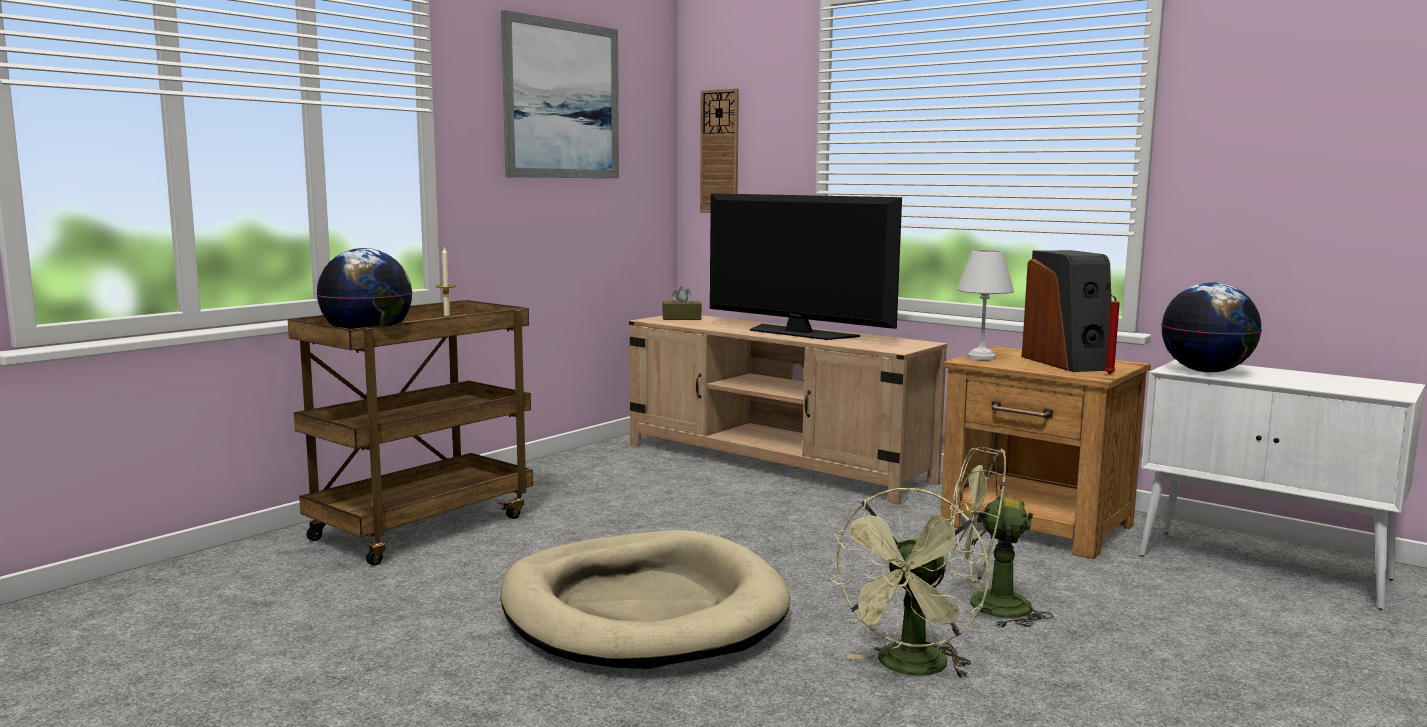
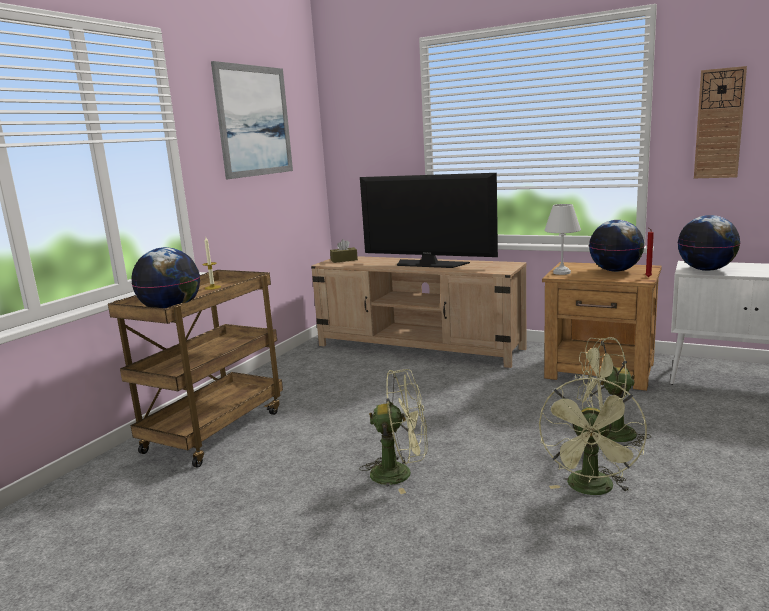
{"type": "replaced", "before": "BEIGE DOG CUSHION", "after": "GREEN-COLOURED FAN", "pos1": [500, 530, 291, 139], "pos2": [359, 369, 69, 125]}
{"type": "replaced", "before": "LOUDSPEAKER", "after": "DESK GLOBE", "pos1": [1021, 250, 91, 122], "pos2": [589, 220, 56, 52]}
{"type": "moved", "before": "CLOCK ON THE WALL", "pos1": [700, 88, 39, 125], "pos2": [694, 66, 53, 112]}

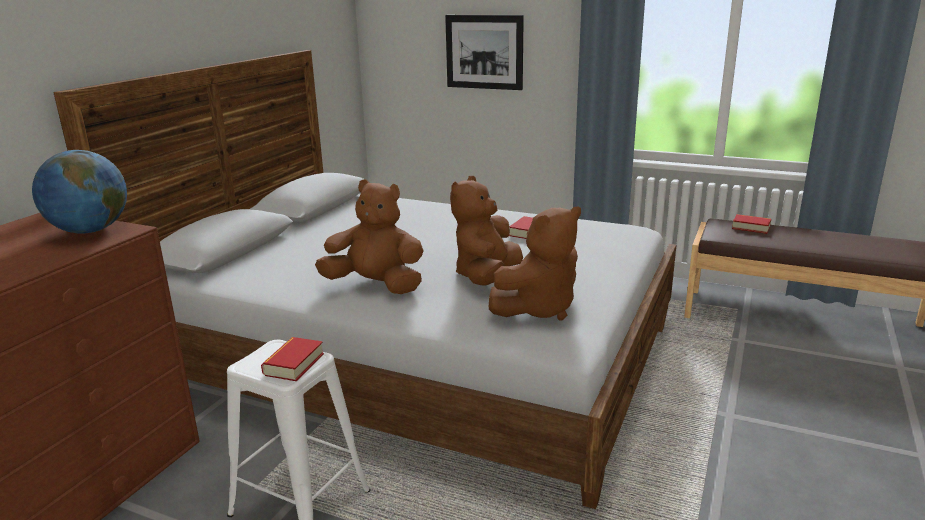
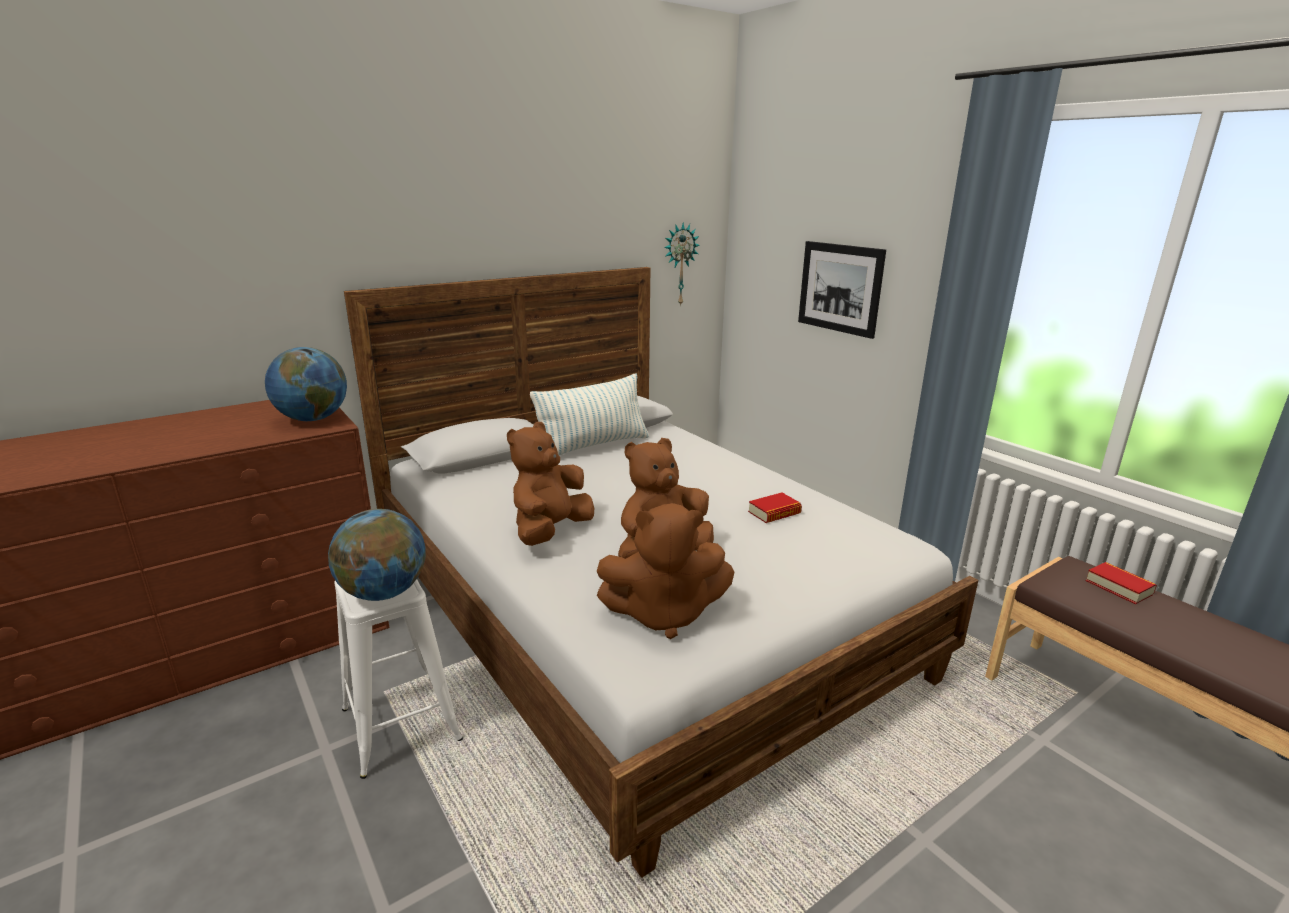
{"type": "replaced", "before": "BOUND BOOK", "after": "DESK GLOBE", "pos1": [261, 337, 63, 44], "pos2": [328, 509, 98, 92]}
{"type": "turned", "before": "BROWNISH PLUSH TOY", "pos1": [315, 179, 109, 115], "pos2": [507, 422, 87, 124], "turn": -105}
{"type": "added", "after": "THROW PILLOW", "pos2": [530, 373, 119, 82]}
{"type": "added", "after": "CLOCK ON THE WALL", "pos2": [664, 223, 36, 84]}

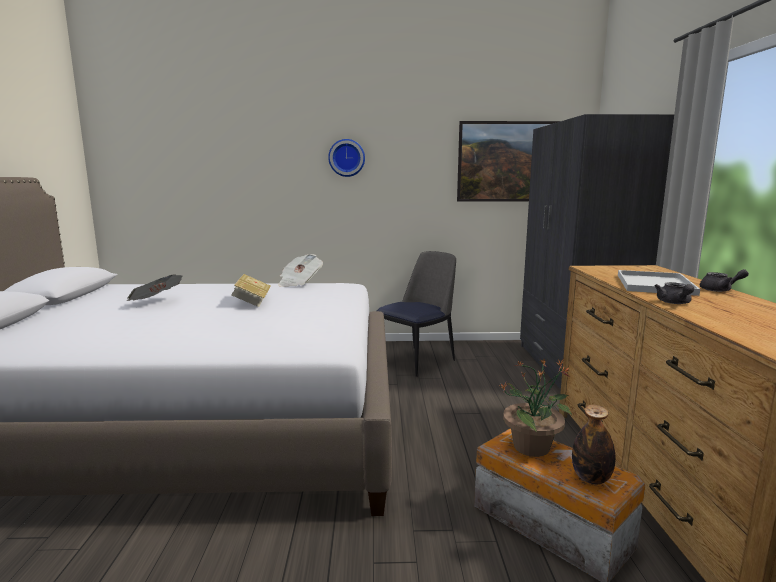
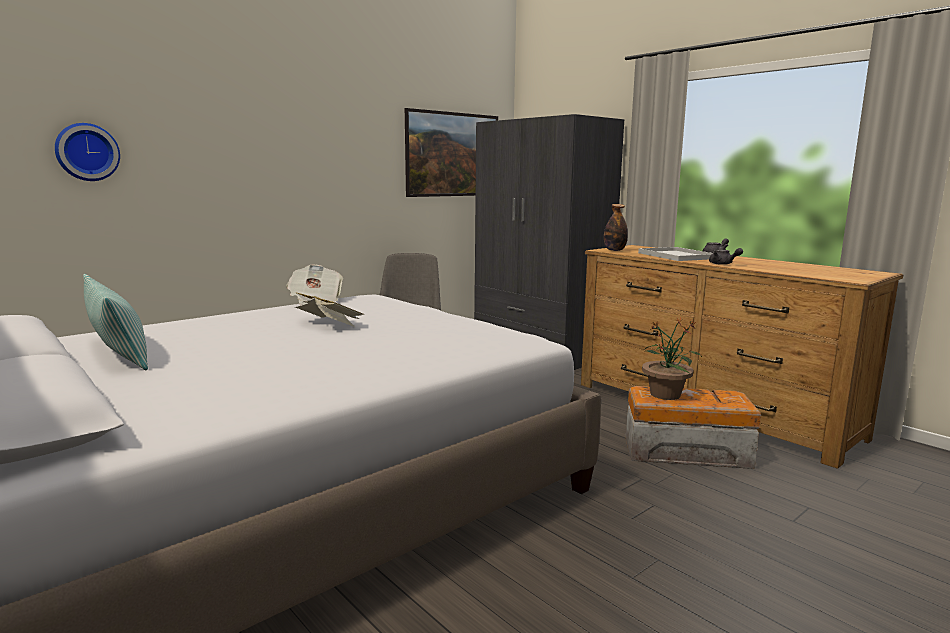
{"type": "moved", "before": "CLOCK ON THE WALL", "pos1": [328, 139, 37, 38], "pos2": [55, 123, 65, 58]}
{"type": "added", "after": "THROW PILLOW", "pos2": [83, 274, 65, 96]}
{"type": "moved", "before": "DRINK BOTTLE", "pos1": [572, 405, 44, 79], "pos2": [604, 204, 24, 47]}
{"type": "removed", "before": "DAILY PAPER", "pos1": [126, 274, 57, 27]}

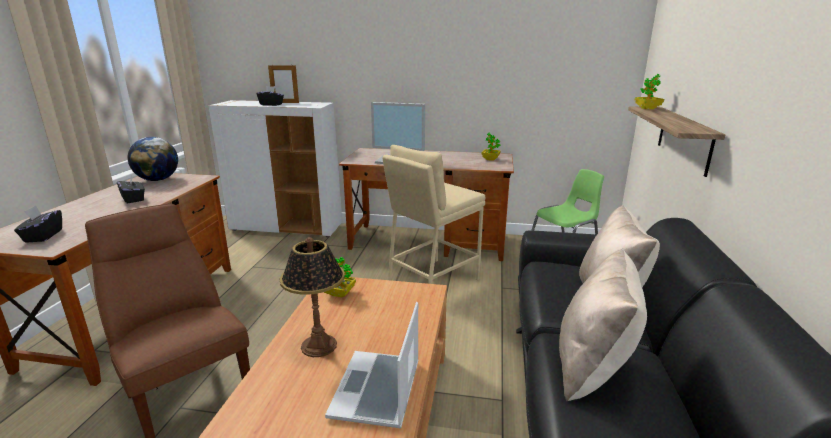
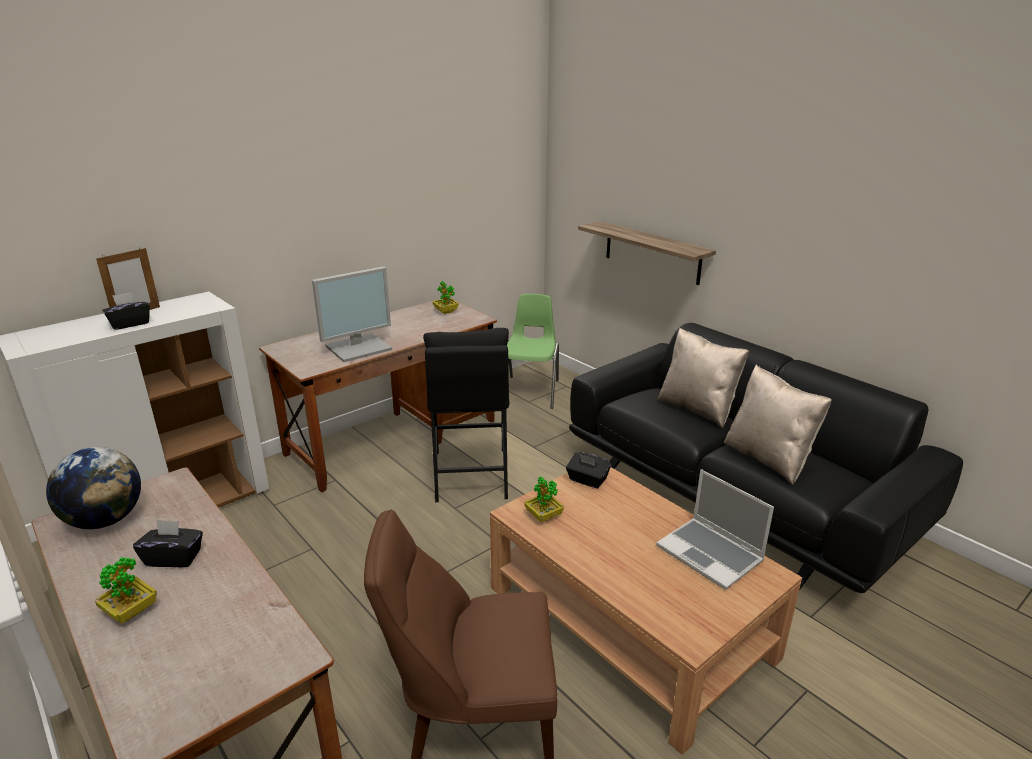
{"type": "moved", "before": "POTTED PLANT", "pos1": [635, 74, 29, 35], "pos2": [95, 557, 62, 67]}
{"type": "recoloured", "before": "BEIGE SITTING STOOL", "after": "BLACK SITTING STOOL", "pos1": [383, 145, 102, 139], "pos2": [423, 328, 87, 174]}
{"type": "moved", "before": "BLACK BOX OF TISSUES", "pos1": [14, 205, 48, 38], "pos2": [566, 452, 45, 37]}
{"type": "removed", "before": "LAMP FOR A TABLE", "pos1": [280, 237, 65, 120]}

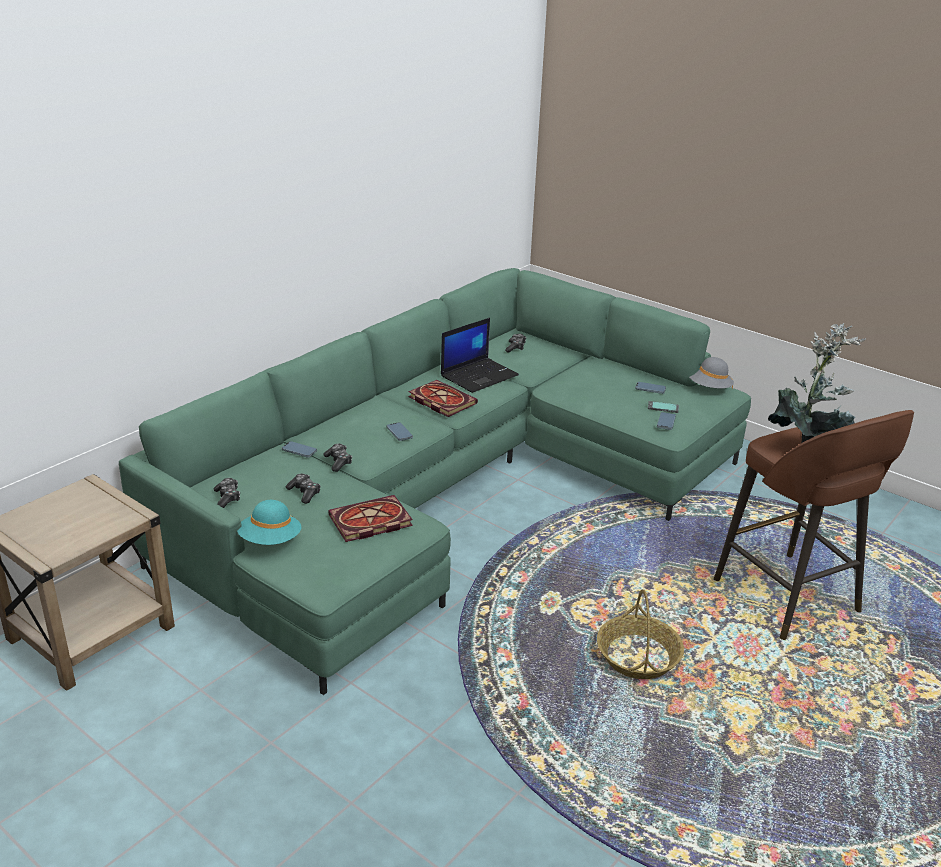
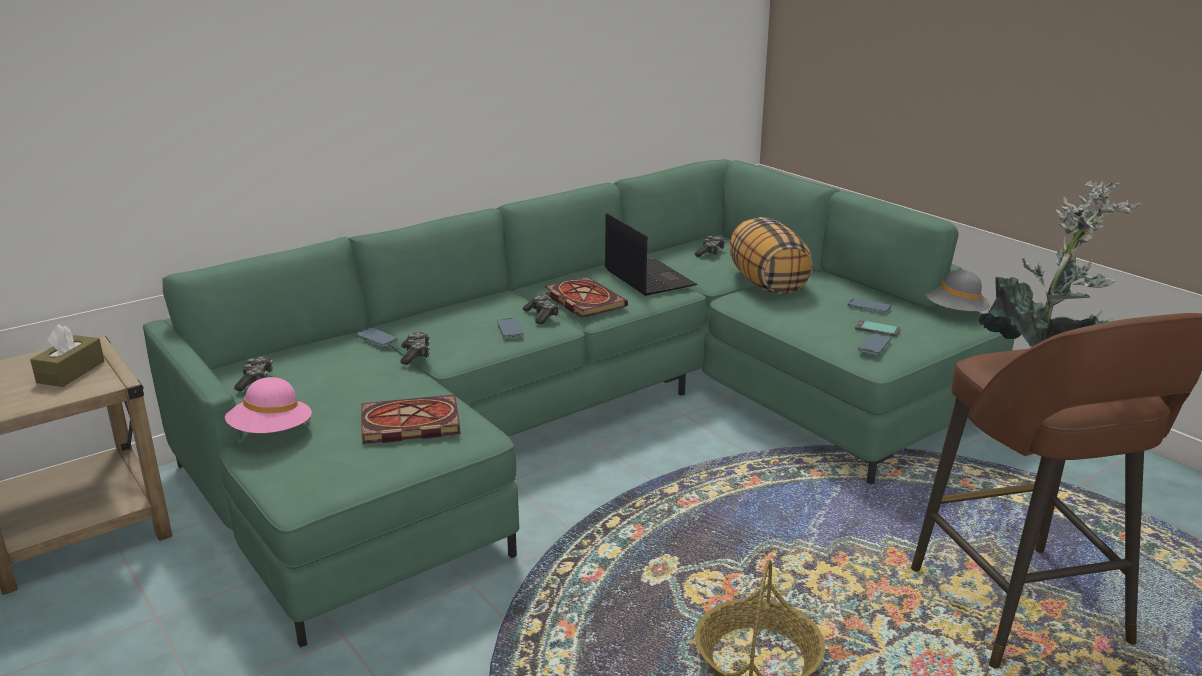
{"type": "added", "after": "BROWNISH BOX OF TISSUES", "pos2": [30, 324, 74, 63]}
{"type": "recoloured", "before": "TURQUOISE HAT", "after": "PINKISH HAT", "pos1": [237, 500, 64, 45], "pos2": [225, 377, 87, 56]}
{"type": "moved", "before": "JOYPAD", "pos1": [286, 474, 35, 30], "pos2": [523, 295, 36, 29]}
{"type": "turned", "before": "NOTEBOOK COMPUTER", "pos1": [441, 318, 78, 75], "pos2": [605, 212, 92, 84], "turn": -90}
{"type": "added", "after": "THROW PILLOW", "pos2": [729, 217, 84, 77]}

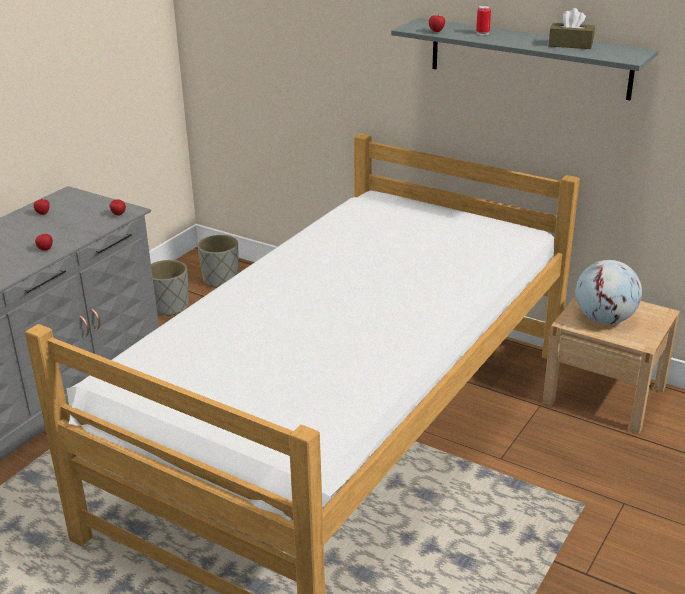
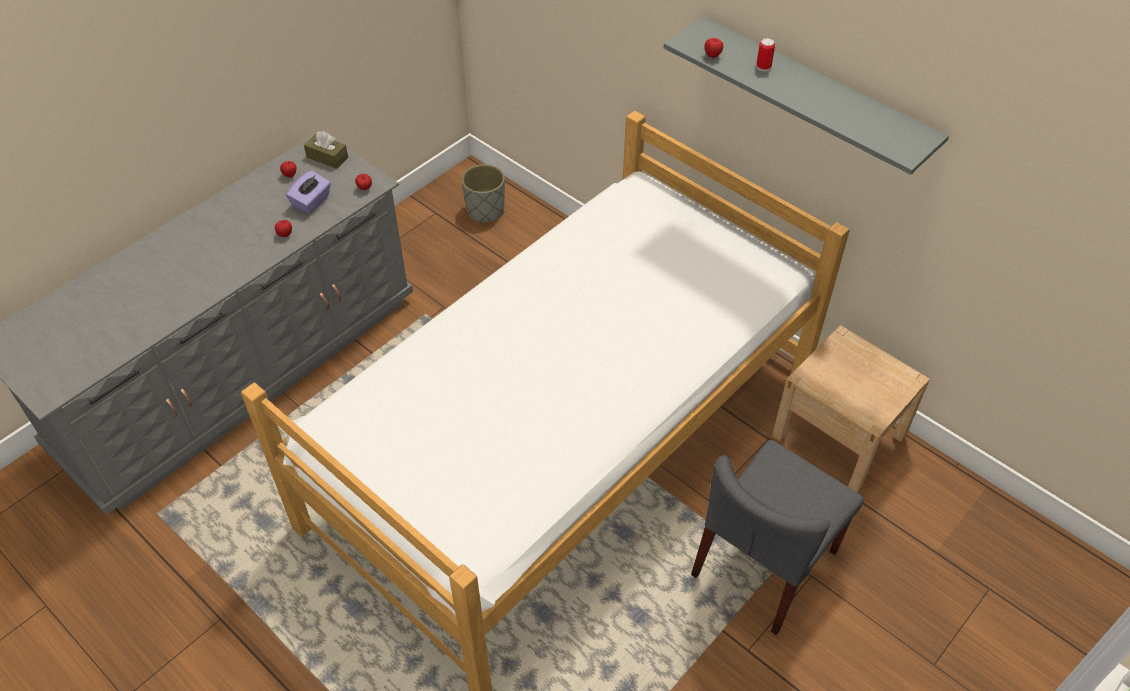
{"type": "added", "after": "PURPLE-COLOURED BOX OF TISSUES", "pos2": [286, 170, 45, 44]}
{"type": "moved", "before": "BROWNISH BOX OF TISSUES", "pos1": [549, 8, 46, 41], "pos2": [304, 131, 44, 38]}
{"type": "added", "after": "GRAY UPRIGHT CHAIR", "pos2": [691, 440, 173, 195]}
{"type": "removed", "before": "GRAY PLANTER", "pos1": [151, 260, 38, 57]}
{"type": "removed", "before": "DESK GLOBE", "pos1": [576, 260, 66, 64]}

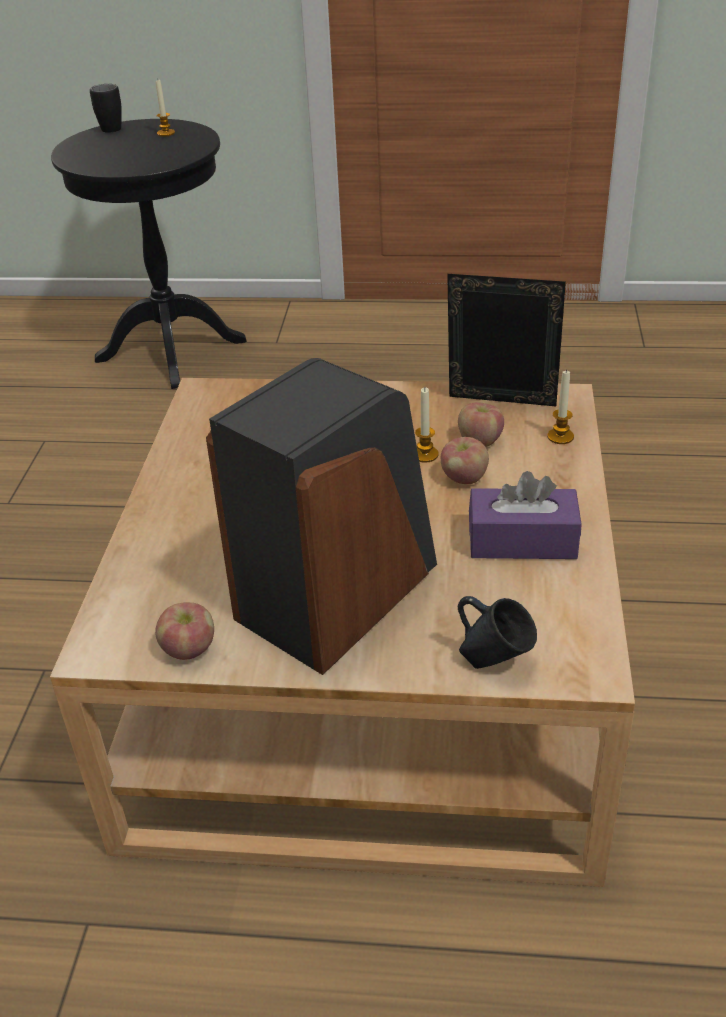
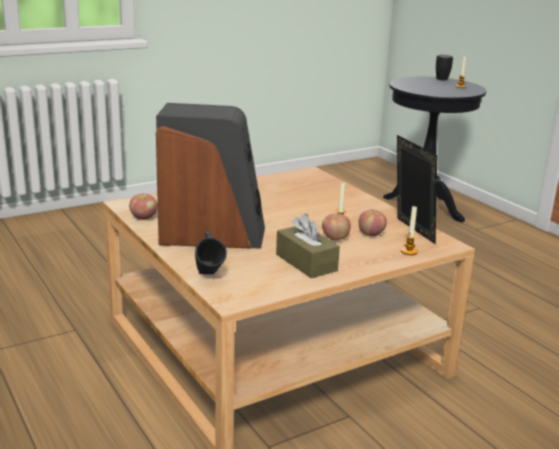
{"type": "recoloured", "before": "PURPLE-COLOURED BOX OF TISSUES", "after": "BROWNISH BOX OF TISSUES", "pos1": [469, 471, 113, 88], "pos2": [276, 214, 64, 64]}

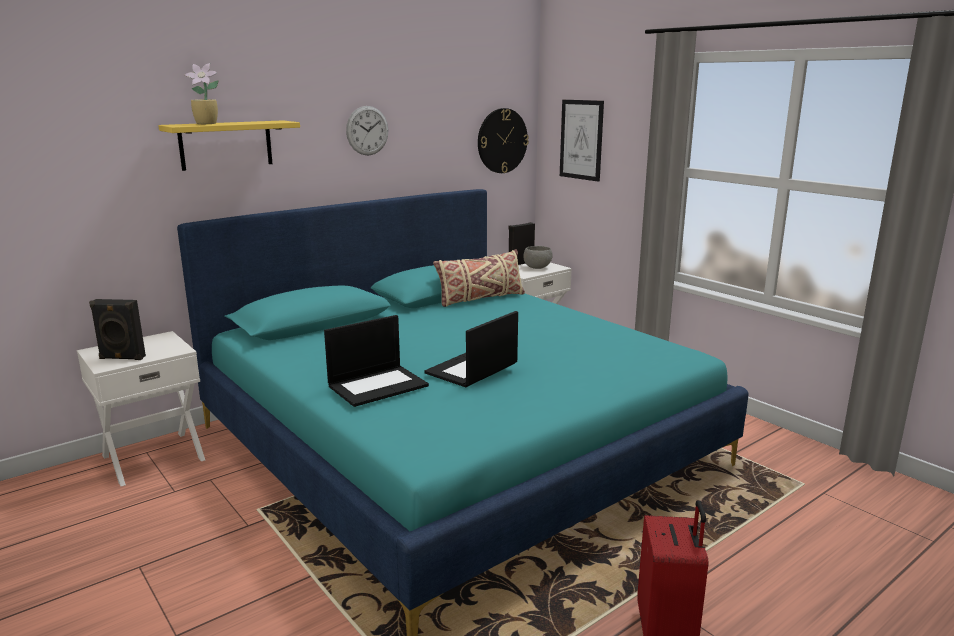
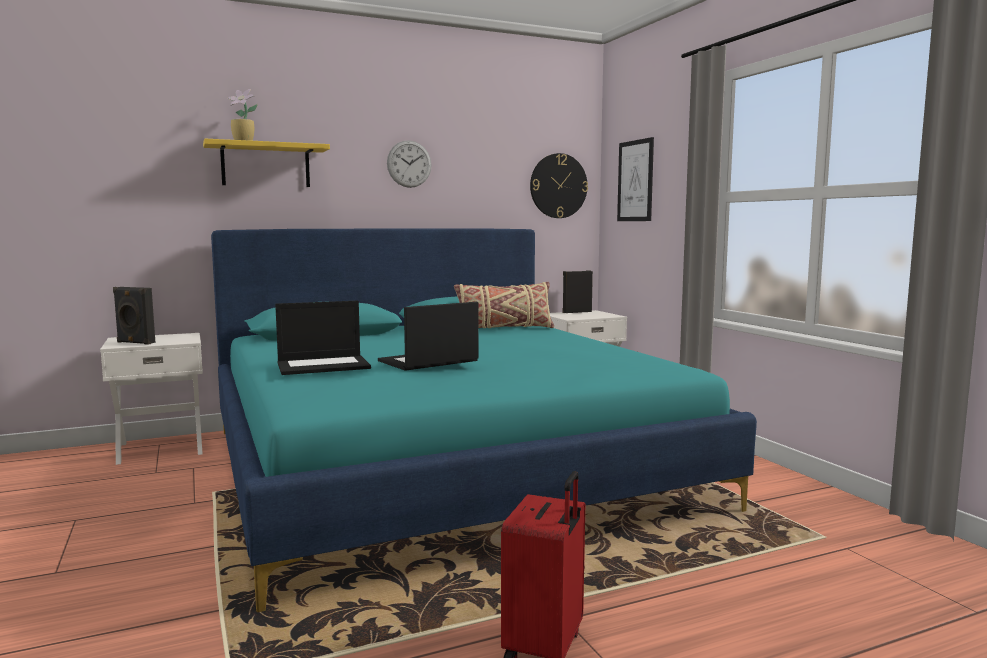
{"type": "removed", "before": "GRAY BOWL", "pos1": [523, 246, 30, 23]}

